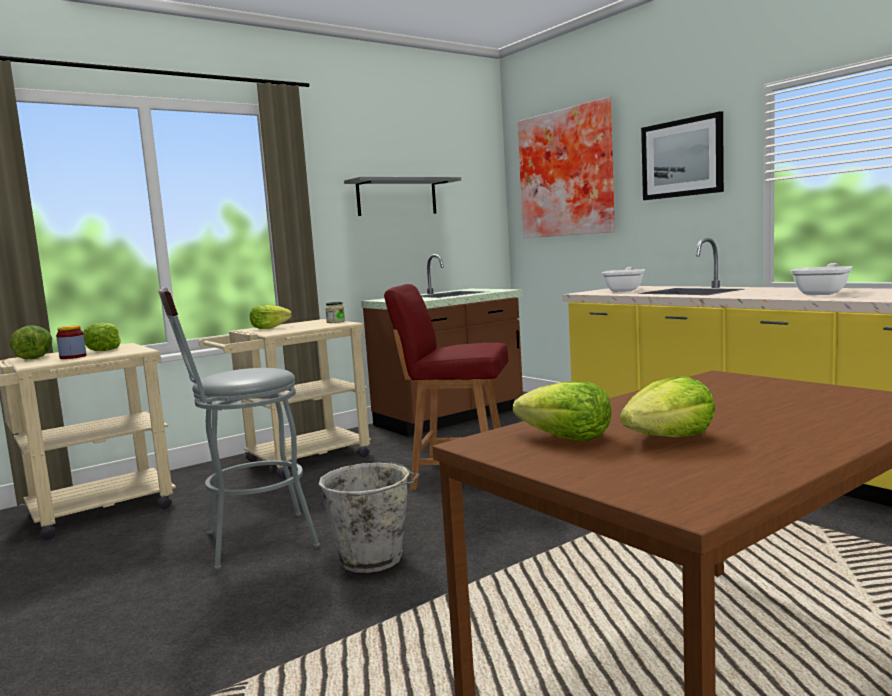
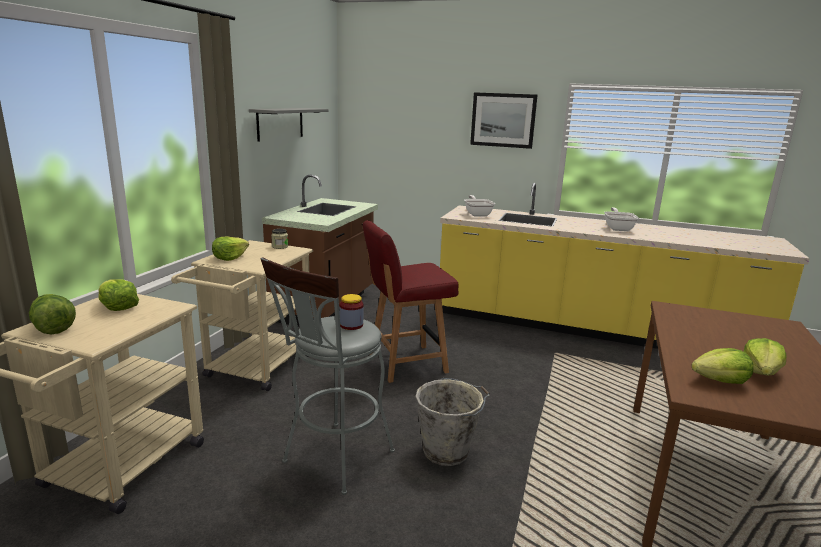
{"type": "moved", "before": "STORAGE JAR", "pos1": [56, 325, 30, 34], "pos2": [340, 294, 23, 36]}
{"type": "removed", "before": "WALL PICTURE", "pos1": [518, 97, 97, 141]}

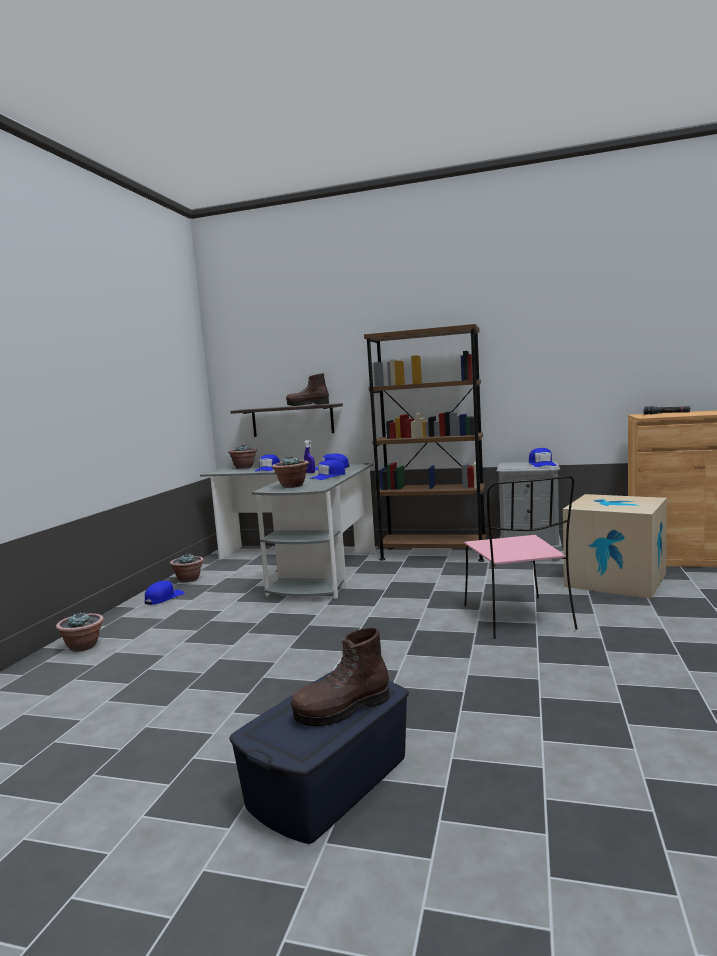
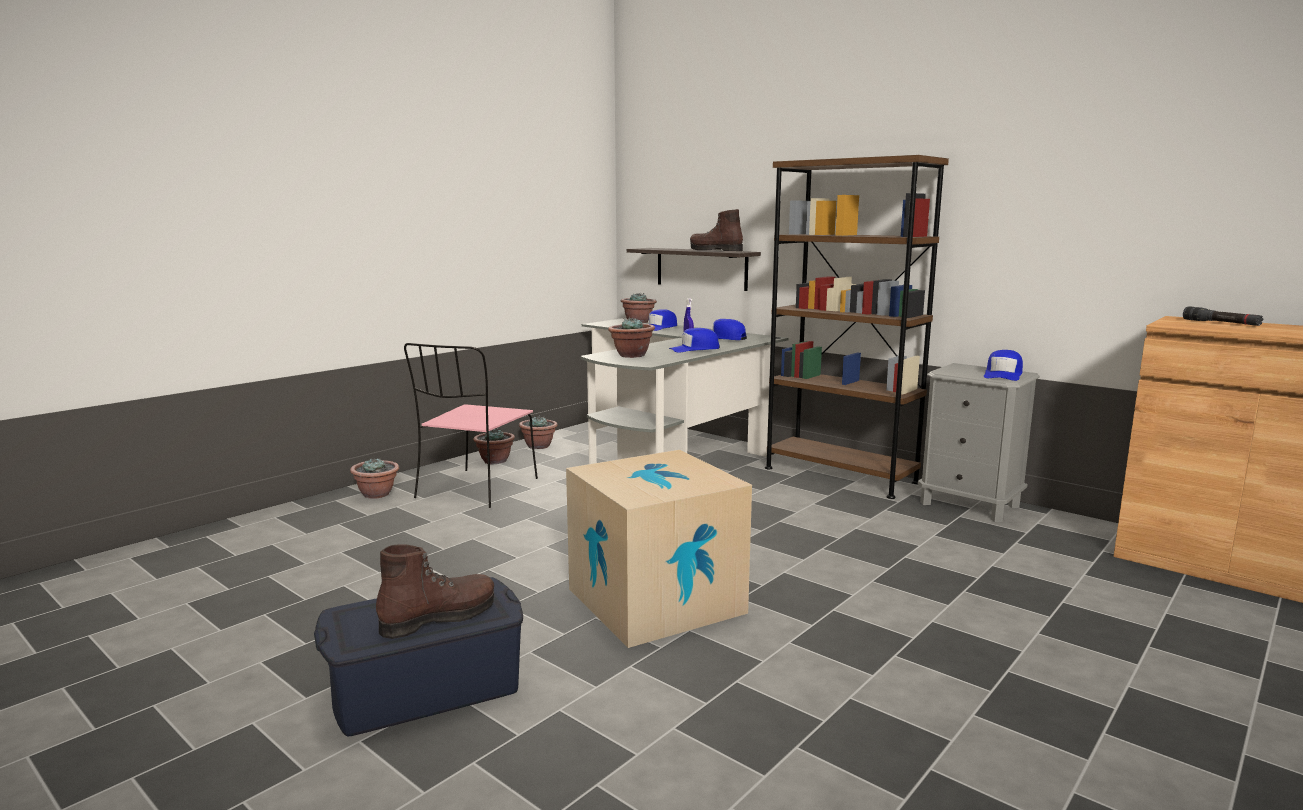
{"type": "turned", "before": "BROWNISH HIGH-TOP BOOT", "pos1": [291, 628, 99, 98], "pos2": [376, 544, 118, 95], "turn": 150}
{"type": "moved", "before": "PINKISH UPRIGHT CHAIR", "pos1": [464, 476, 113, 163], "pos2": [404, 343, 134, 165]}
{"type": "replaced", "before": "BLUE-COLOURED BASEBALL CAP", "after": "POTTED PLANT", "pos1": [145, 581, 40, 24], "pos2": [473, 428, 42, 36]}
{"type": "moved", "before": "PACKING BOX", "pos1": [563, 494, 104, 105], "pos2": [566, 450, 186, 198]}

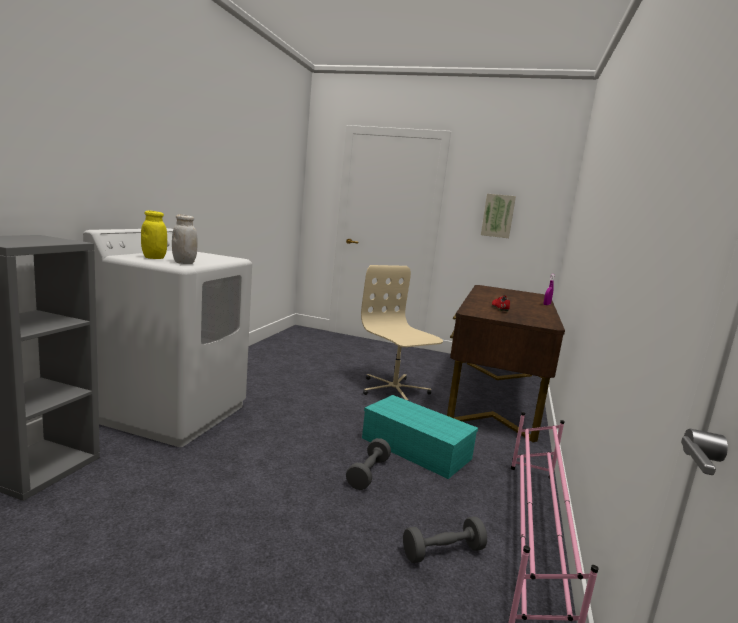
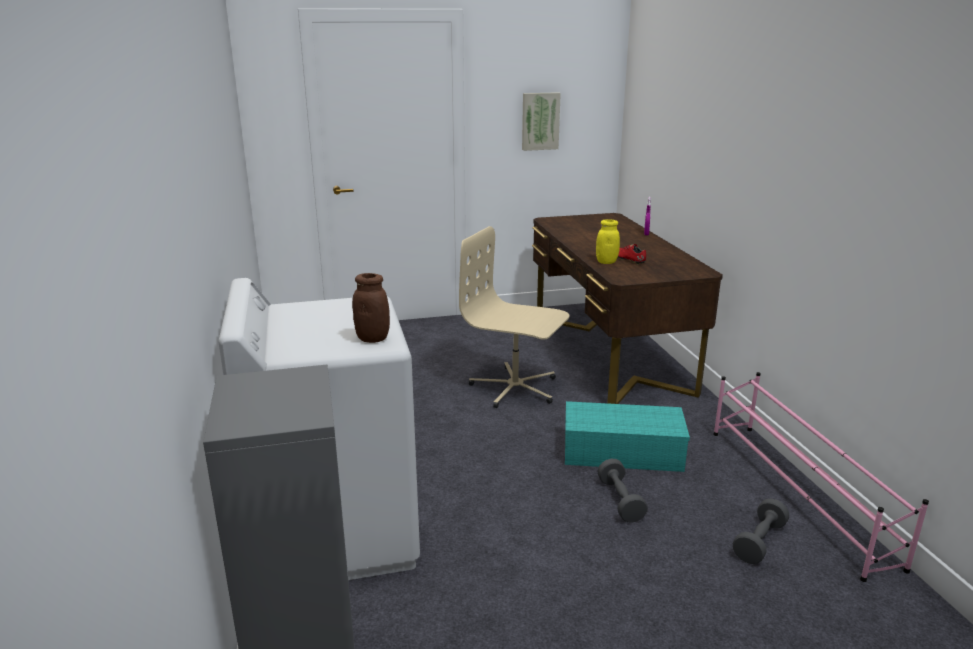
{"type": "recoloured", "before": "WHITE-COLOURED STORAGE JAR", "after": "BROWNISH STORAGE JAR", "pos1": [172, 214, 26, 50], "pos2": [352, 273, 38, 70]}
{"type": "moved", "before": "YELLOW STORAGE JAR", "pos1": [141, 211, 26, 48], "pos2": [596, 219, 24, 45]}

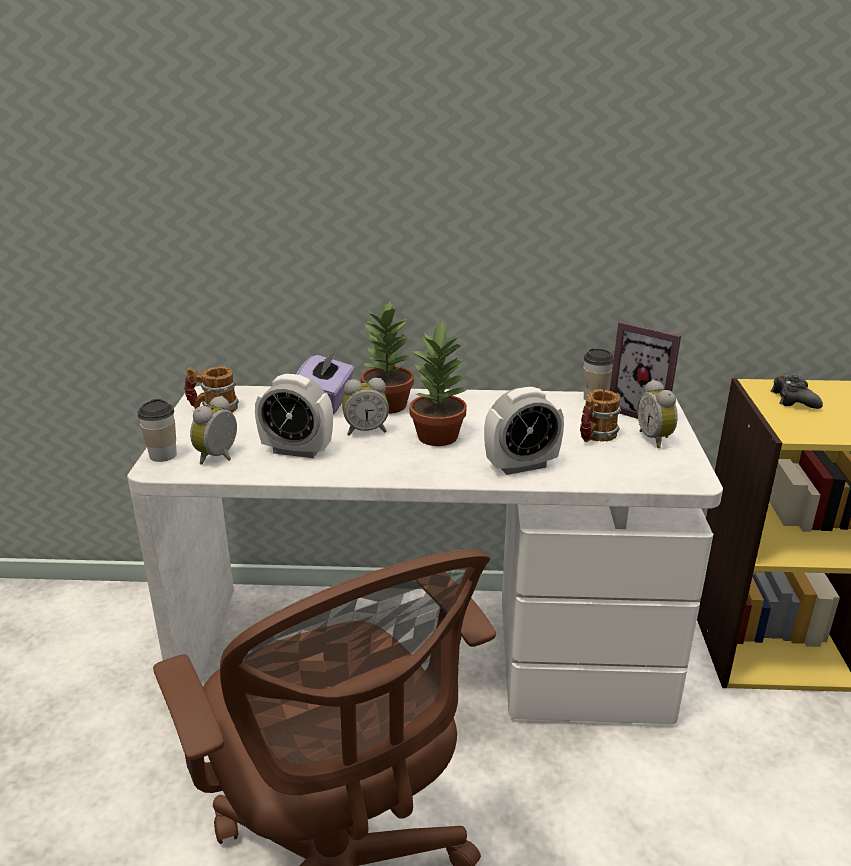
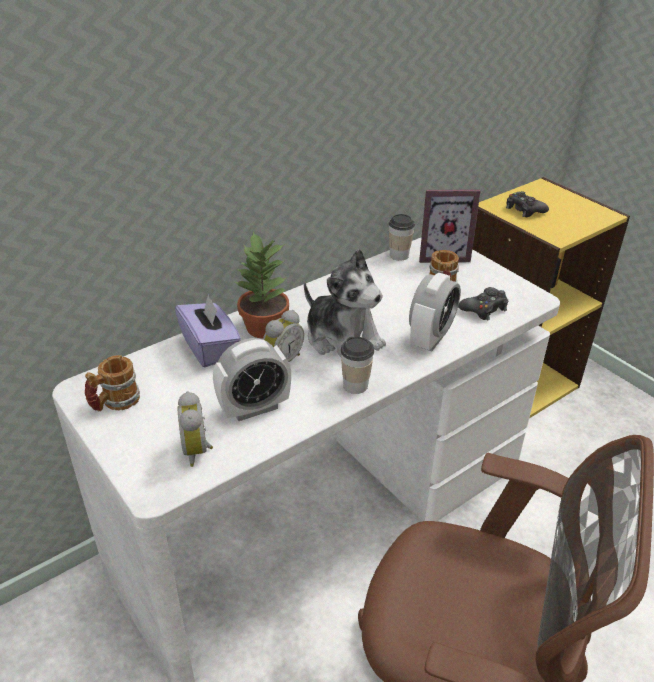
{"type": "replaced", "before": "POTTED PLANT", "after": "PLUSH TOY", "pos1": [409, 321, 60, 125], "pos2": [304, 249, 82, 108]}
{"type": "moved", "before": "SMALL CUP", "pos1": [138, 399, 39, 63], "pos2": [340, 337, 34, 57]}
{"type": "added", "after": "BLACK JOYPAD", "pos2": [458, 287, 50, 33]}
{"type": "removed", "before": "BEDSIDE CLOCK", "pos1": [637, 380, 41, 68]}

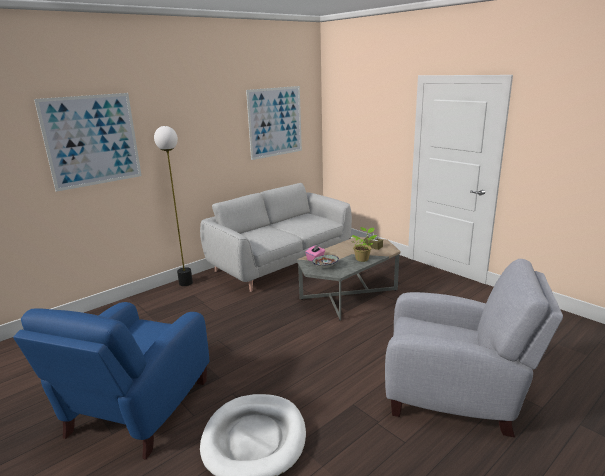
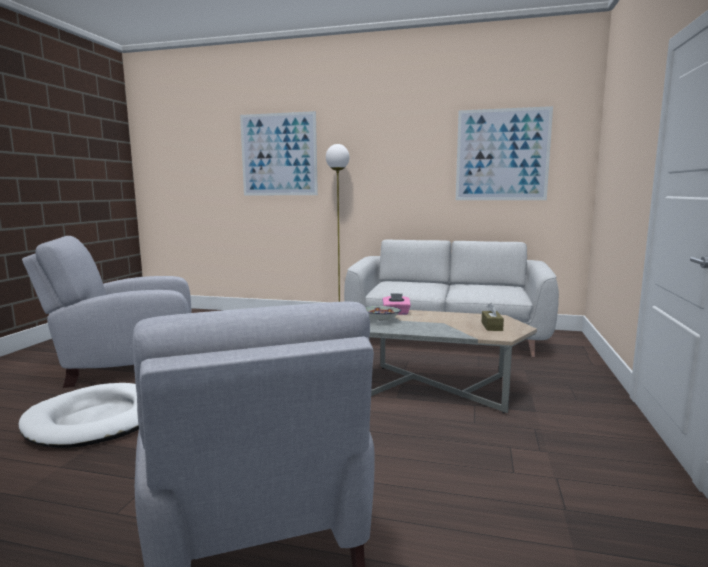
{"type": "recoloured", "before": "BLUE-COLOURED LOUNGE CHAIR", "after": "GRAY LOUNGE CHAIR", "pos1": [13, 302, 196, 158], "pos2": [22, 236, 170, 152]}
{"type": "removed", "before": "POTTED PLANT", "pos1": [352, 227, 25, 35]}

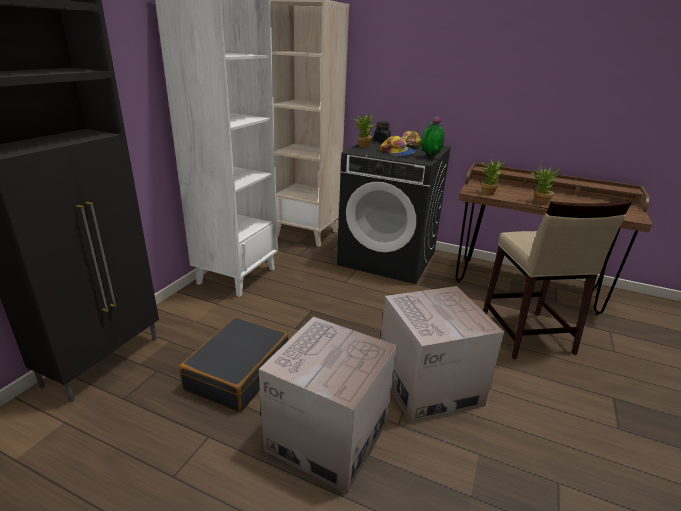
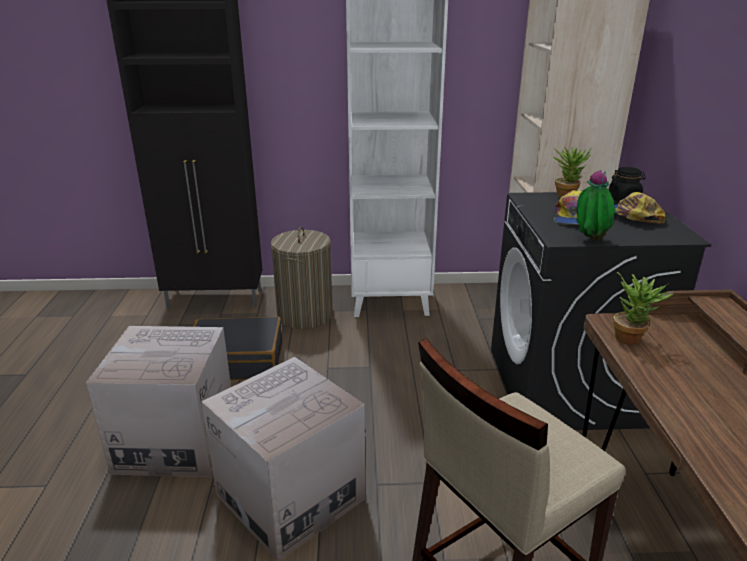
{"type": "added", "after": "HAMPER", "pos2": [271, 227, 62, 102]}
{"type": "removed", "before": "POTTED PLANT", "pos1": [531, 164, 30, 41]}

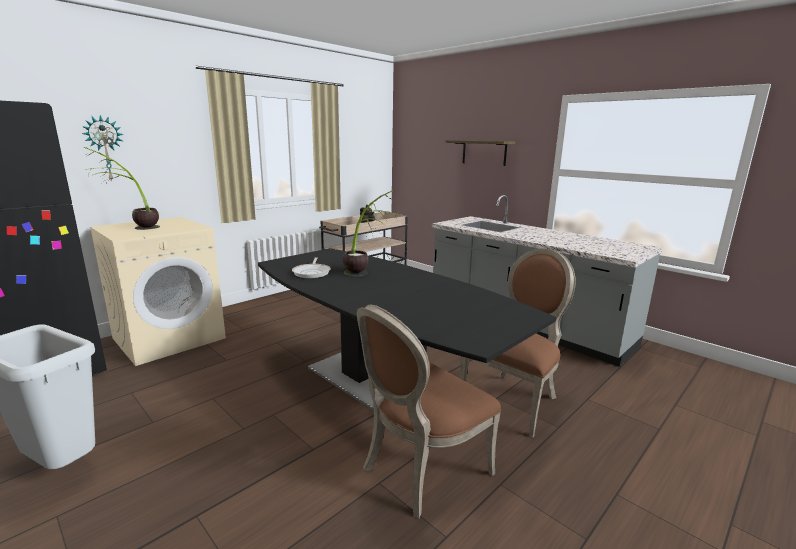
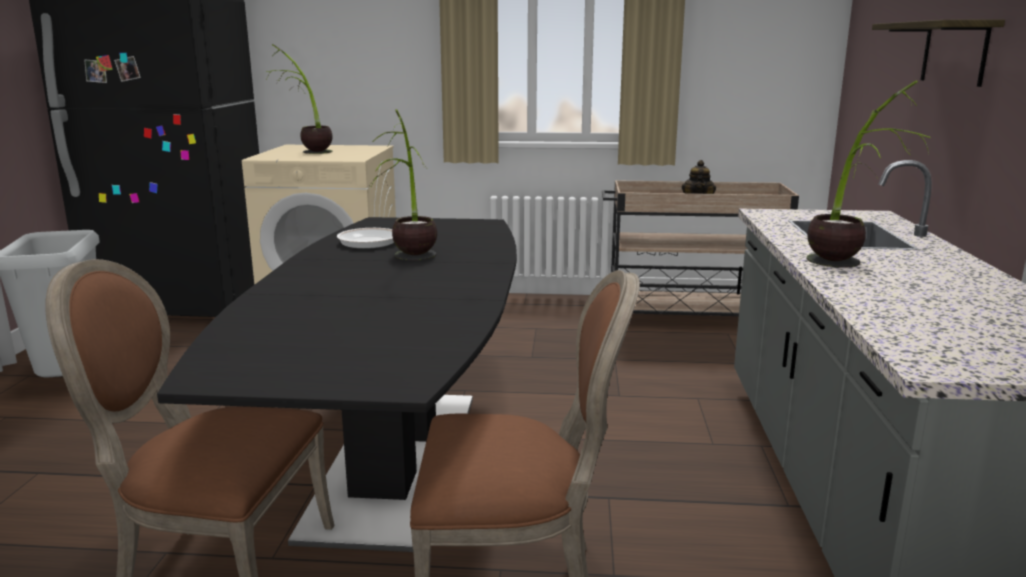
{"type": "added", "after": "POTTED PLANT", "pos2": [806, 81, 125, 187]}
{"type": "removed", "before": "CLOCK ON THE WALL", "pos1": [82, 115, 42, 66]}

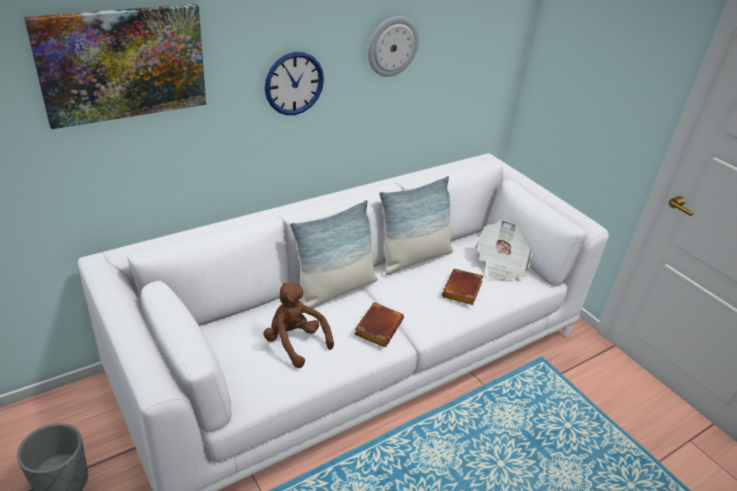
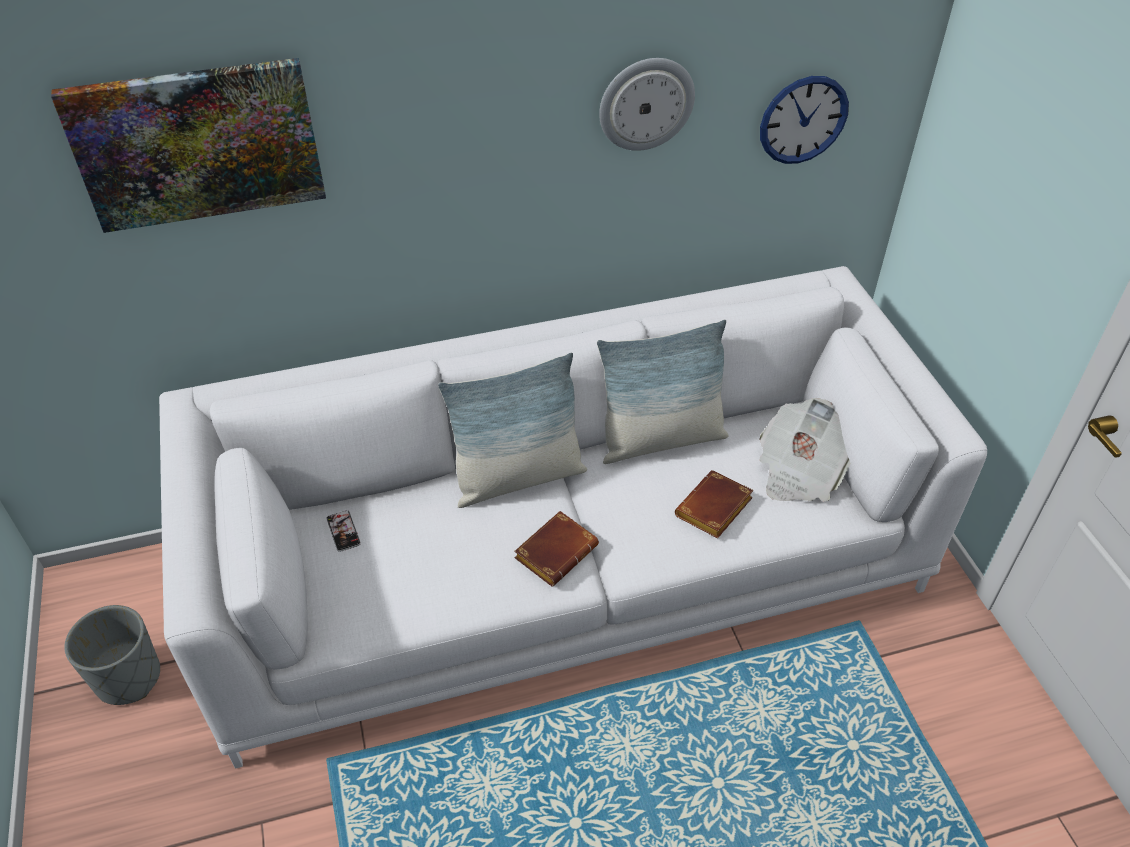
{"type": "added", "after": "TELEPHONE", "pos2": [327, 510, 34, 42]}
{"type": "moved", "before": "CLOCK ON THE WALL", "pos1": [264, 52, 60, 63], "pos2": [760, 76, 89, 88]}
{"type": "removed", "before": "BROWNISH PLUSH TOY", "pos1": [263, 282, 71, 86]}

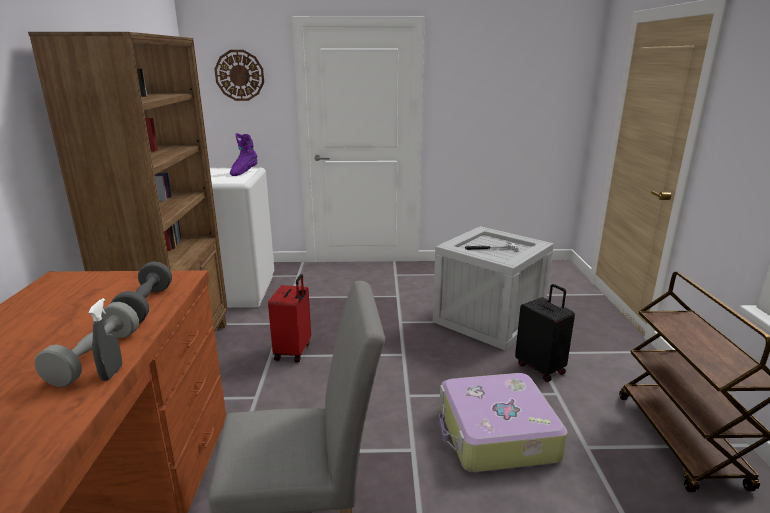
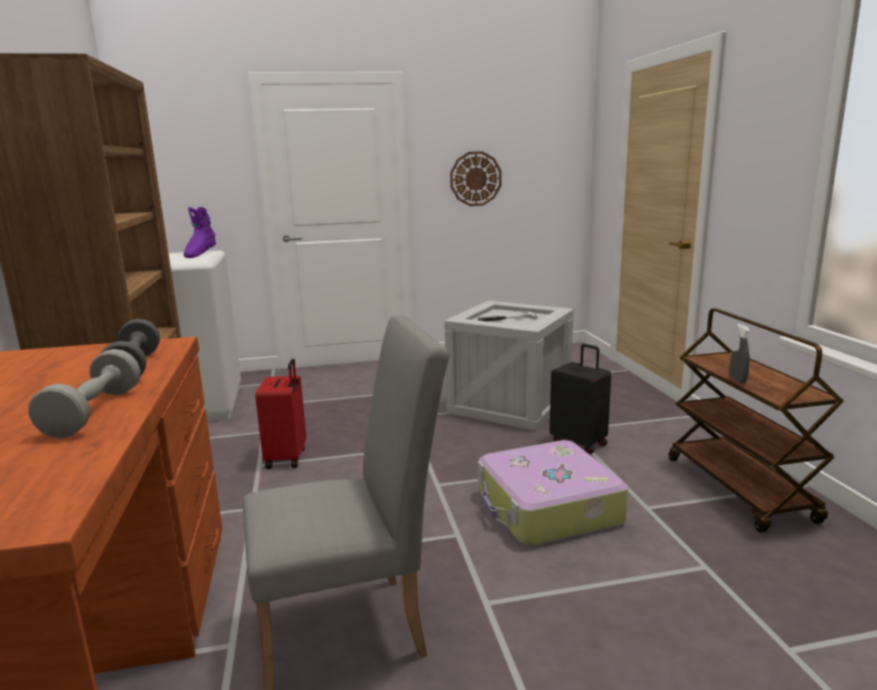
{"type": "moved", "before": "CLOCK ON THE WALL", "pos1": [215, 50, 49, 51], "pos2": [450, 151, 52, 55]}
{"type": "moved", "before": "GRAY HAND SPRAYER", "pos1": [88, 298, 34, 83], "pos2": [729, 324, 21, 59]}

